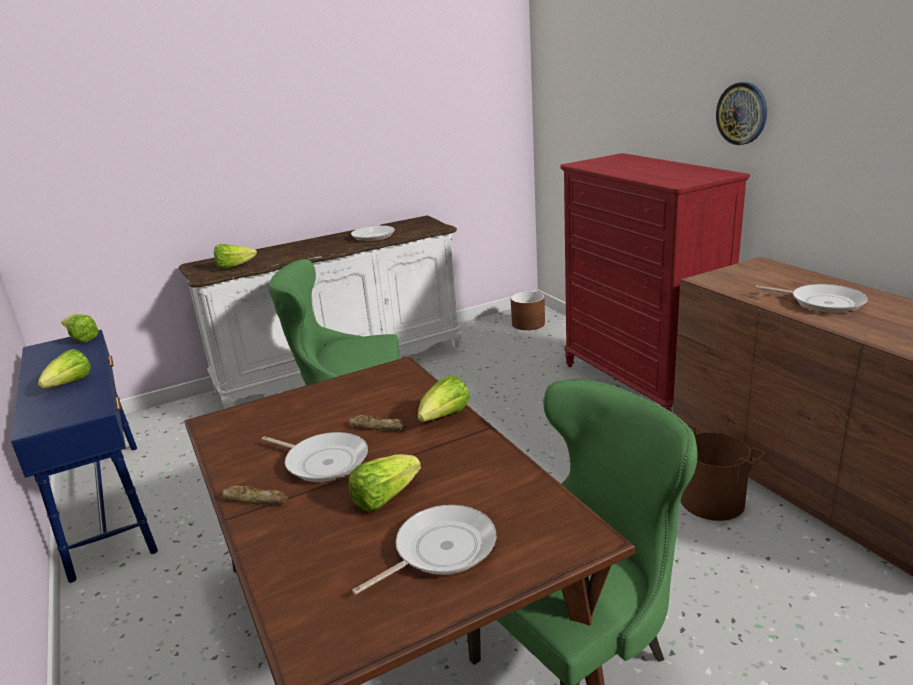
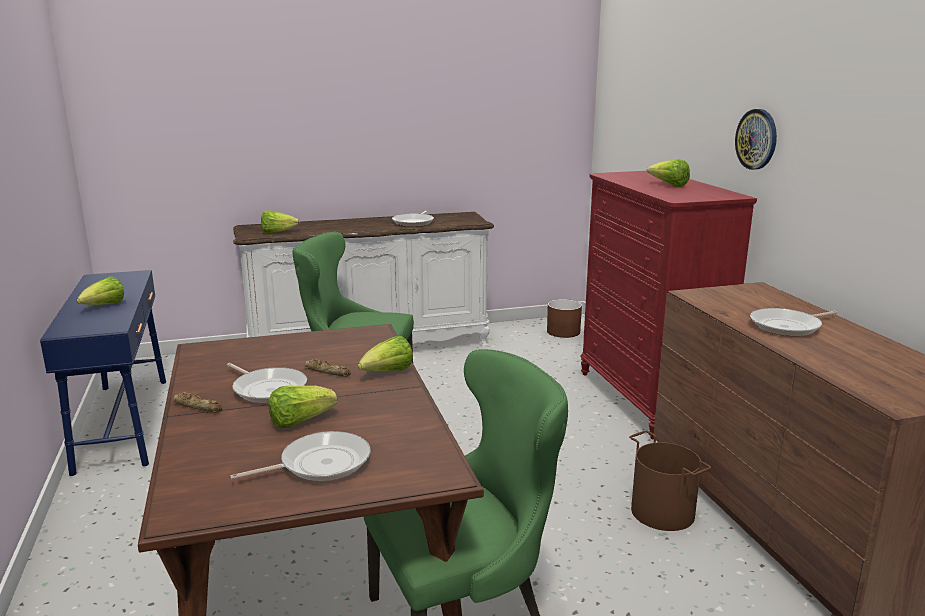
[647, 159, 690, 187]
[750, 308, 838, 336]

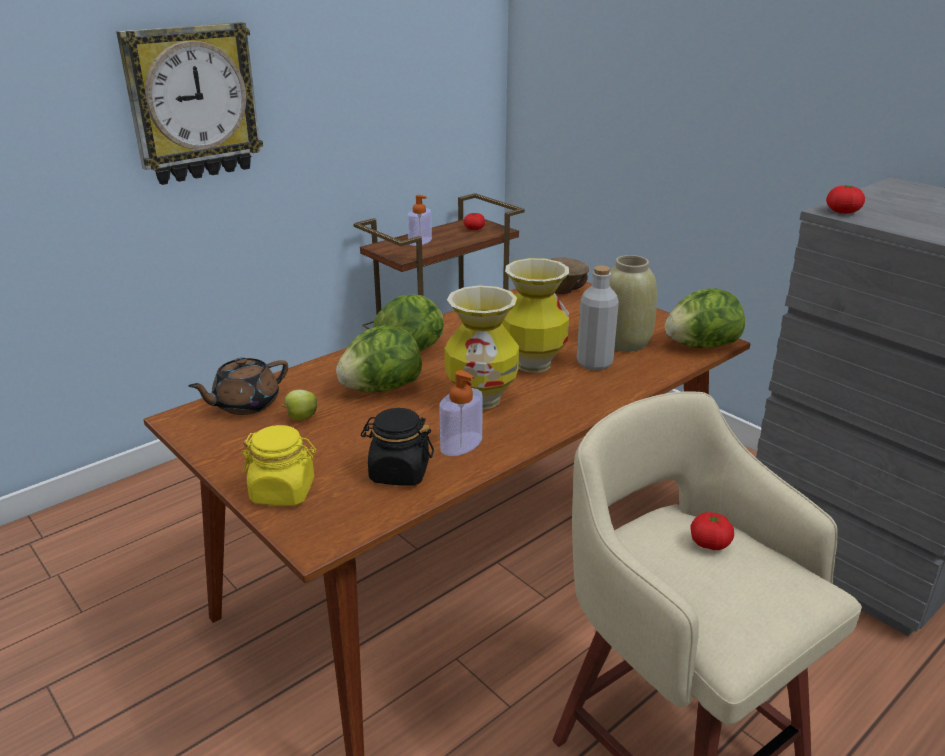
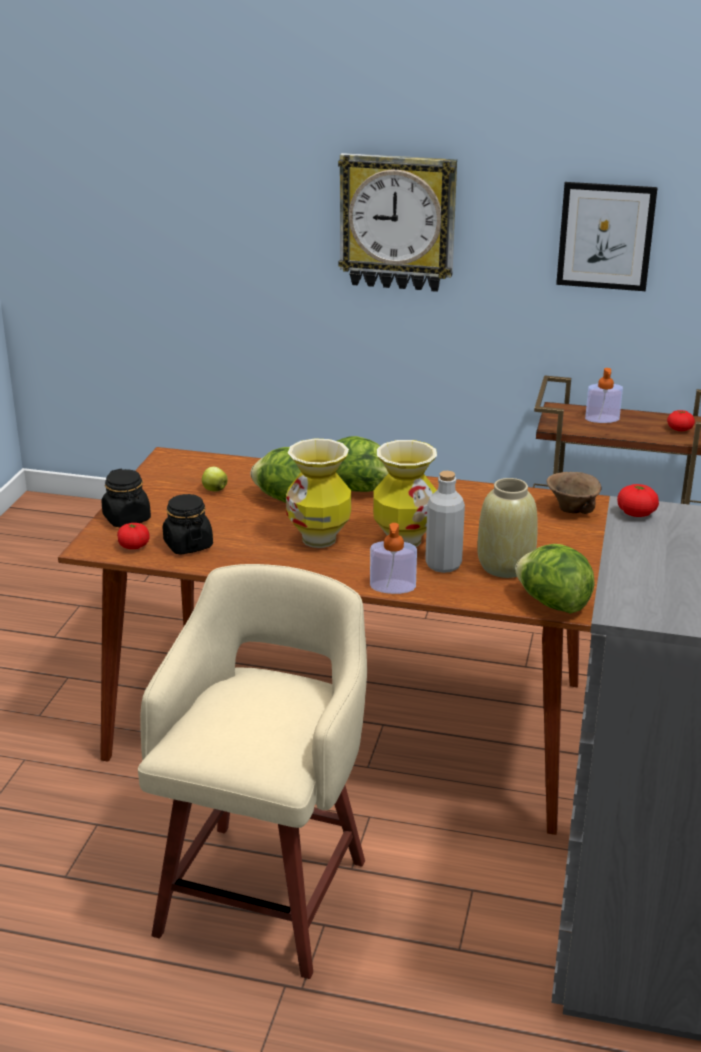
[188, 357, 288, 415] (first image)
[556, 182, 658, 291]
[370, 523, 417, 594]
[117, 523, 150, 549]
[101, 469, 151, 527]

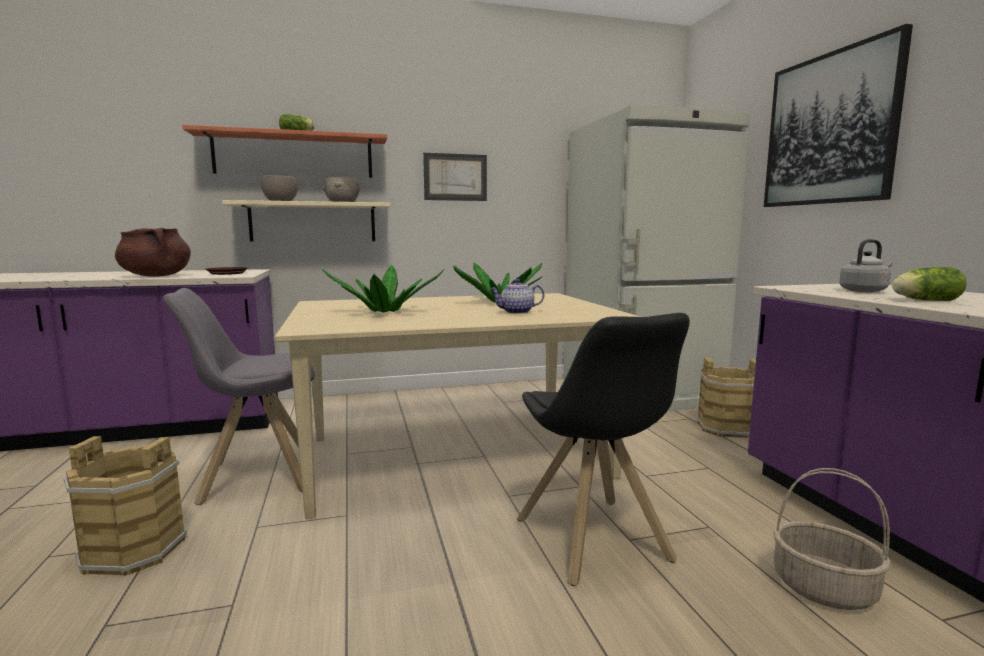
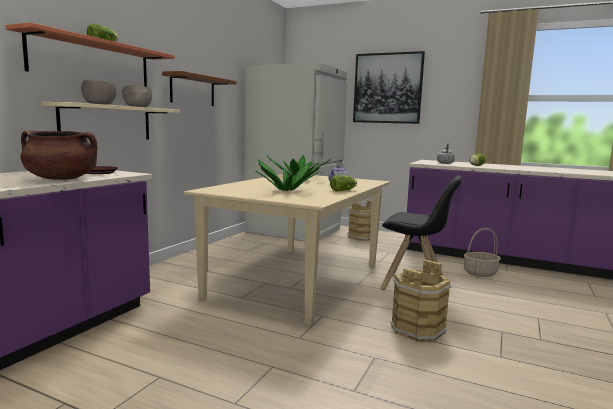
[163, 288, 315, 505] (first image)
[330, 175, 357, 191]
[390, 260, 451, 342]
[162, 71, 237, 106]

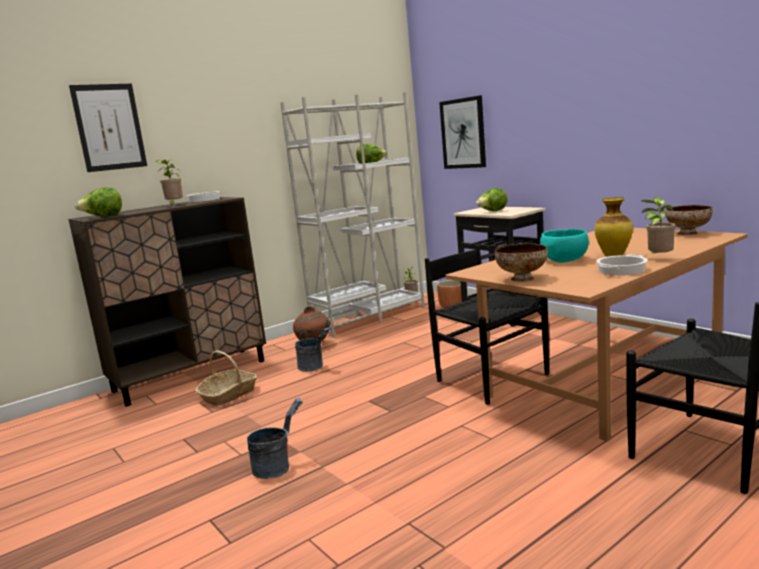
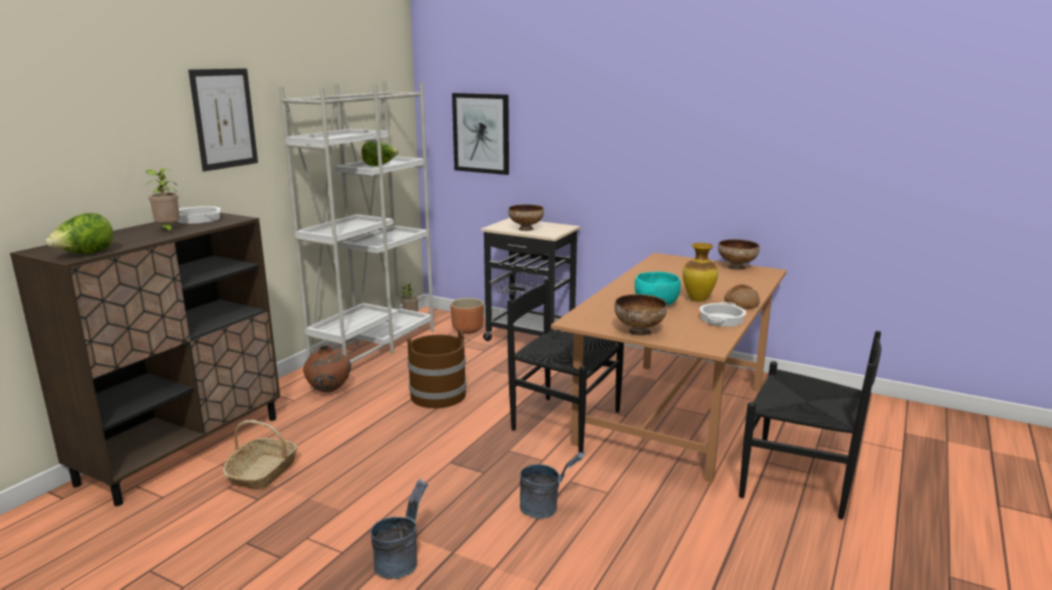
[407, 330, 466, 408]
[188, 68, 258, 172]
[520, 452, 585, 519]
[508, 204, 544, 231]
[724, 284, 760, 309]

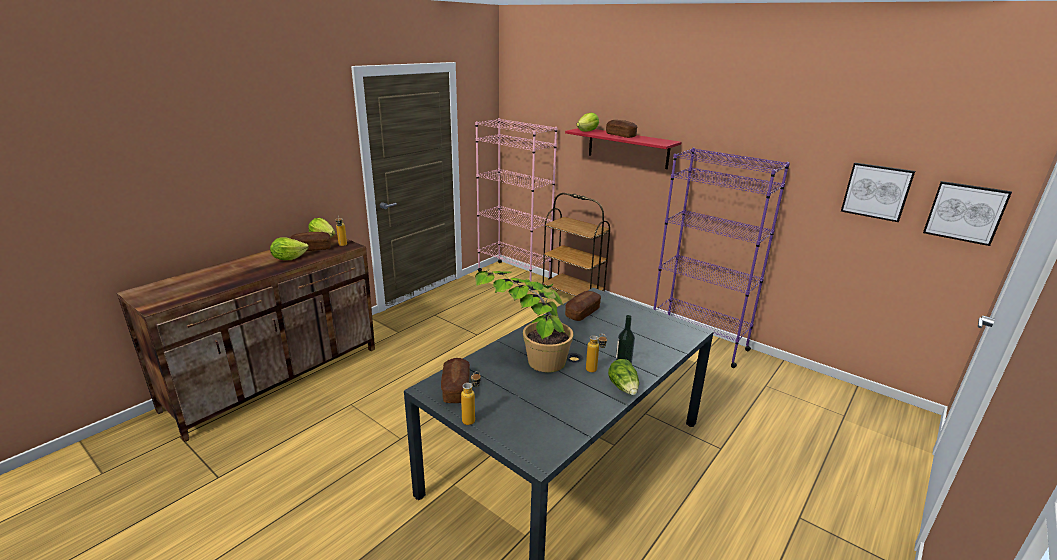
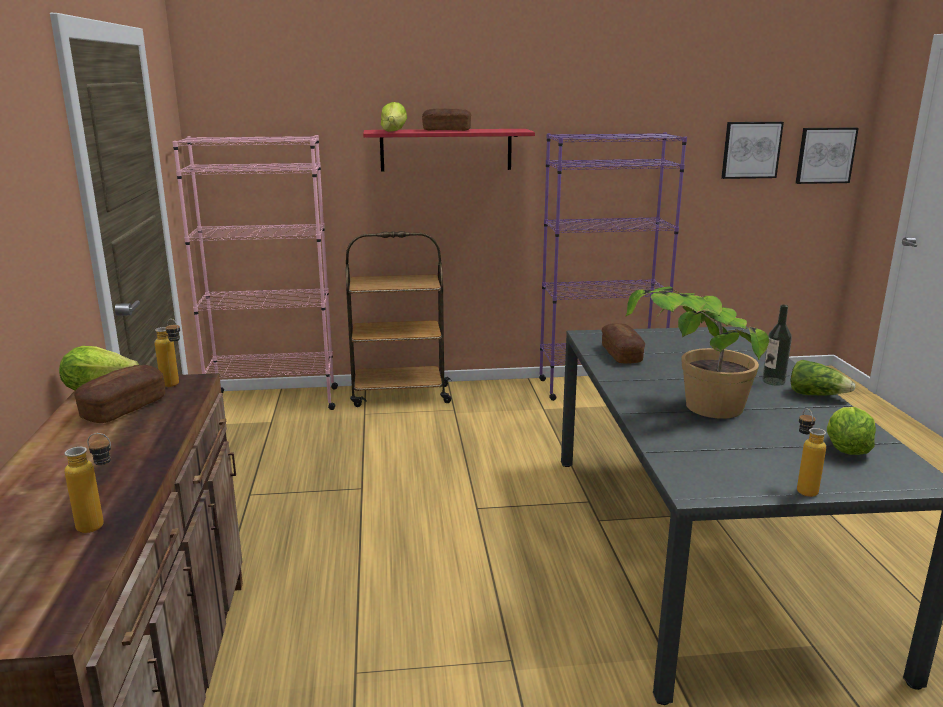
[441, 358, 470, 403] (first image)
[827, 407, 876, 455]
[65, 433, 111, 533]

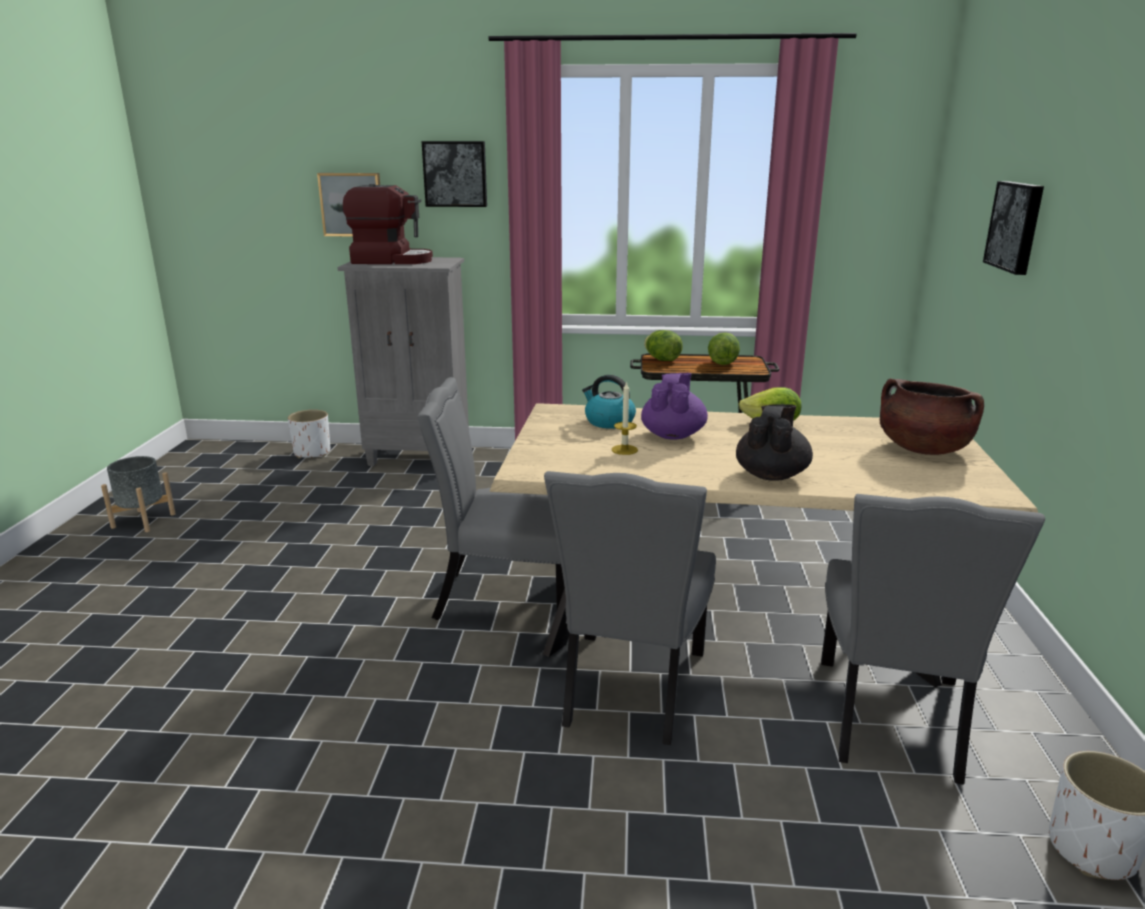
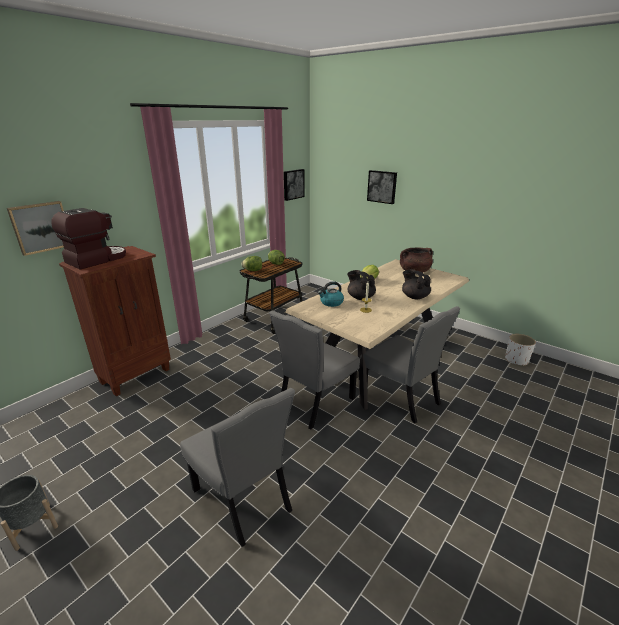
[288, 410, 330, 459] (first image)
[284, 169, 305, 201]
[180, 388, 295, 547]
[59, 246, 171, 396]
[347, 270, 376, 300]

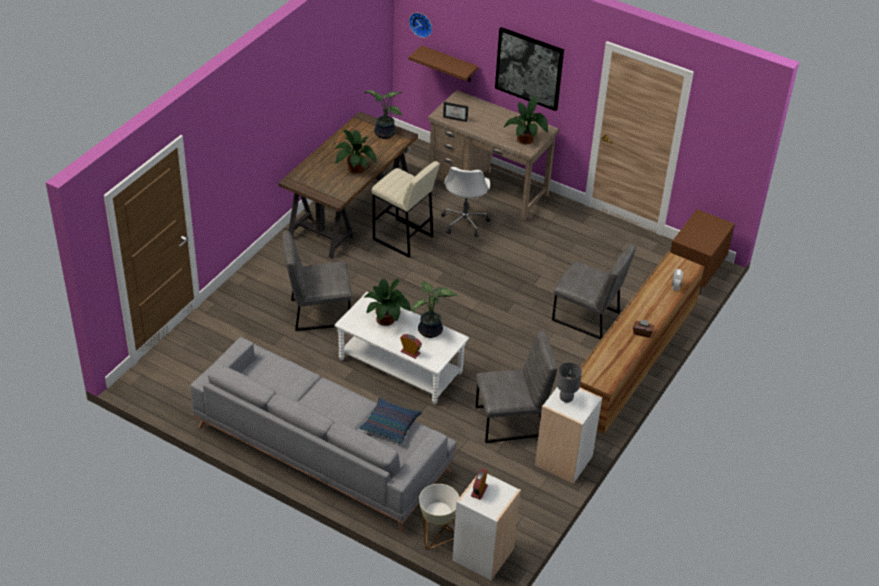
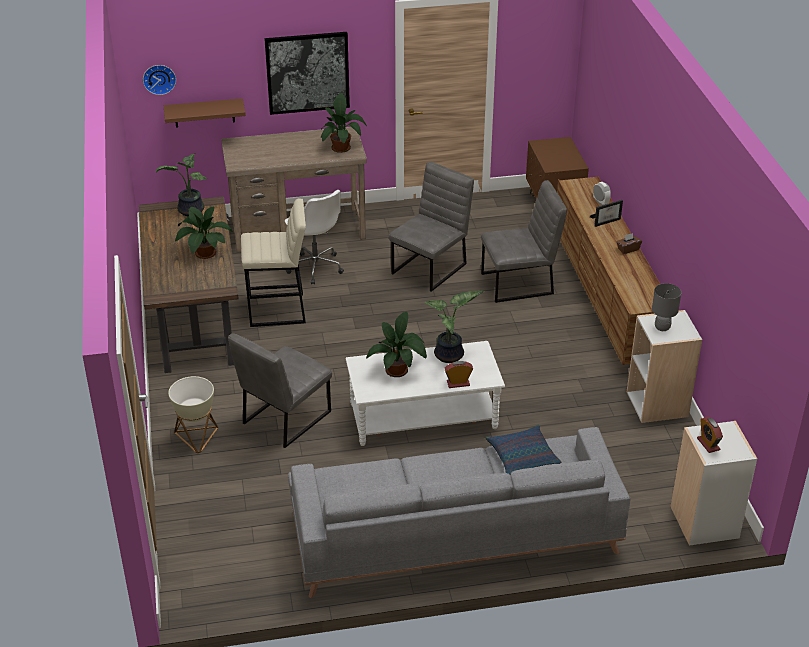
[168, 376, 218, 453]
[590, 200, 623, 227]
[389, 162, 474, 292]

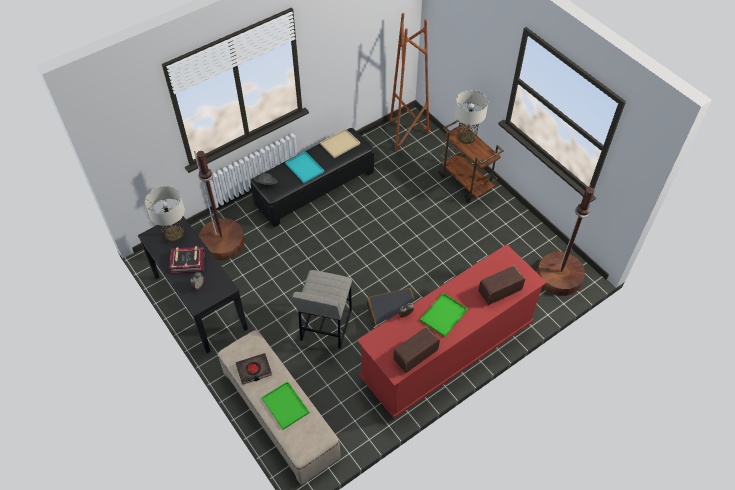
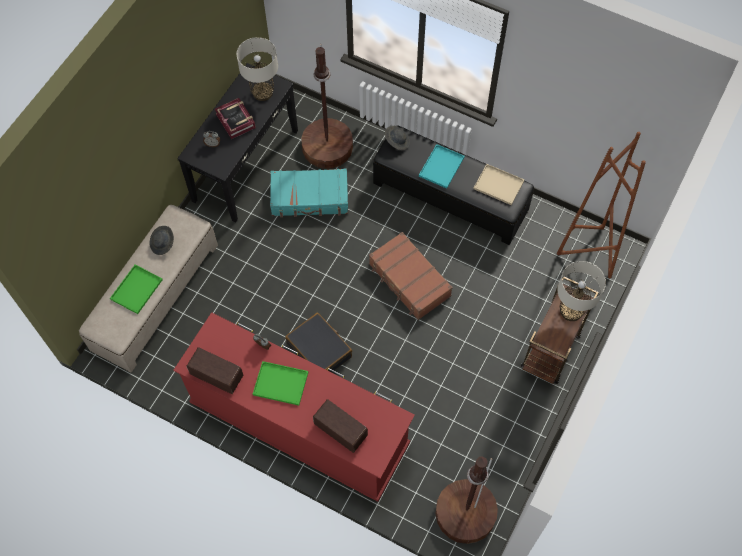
[292, 270, 352, 349] (first image)
[270, 168, 348, 217]
[369, 232, 453, 320]
[149, 226, 174, 255]

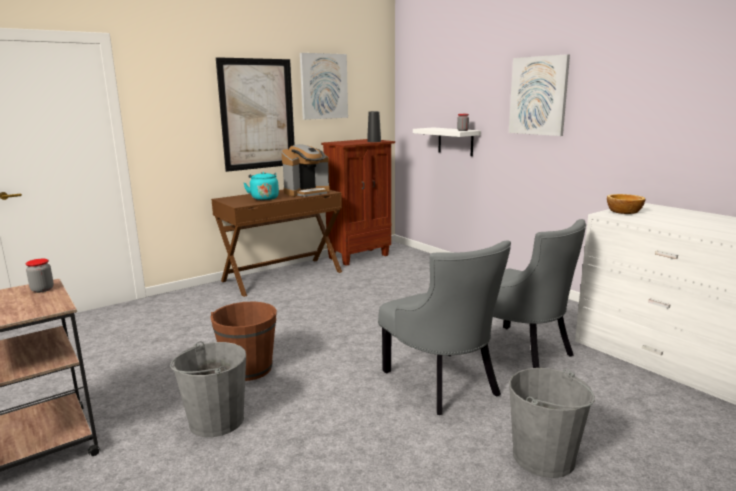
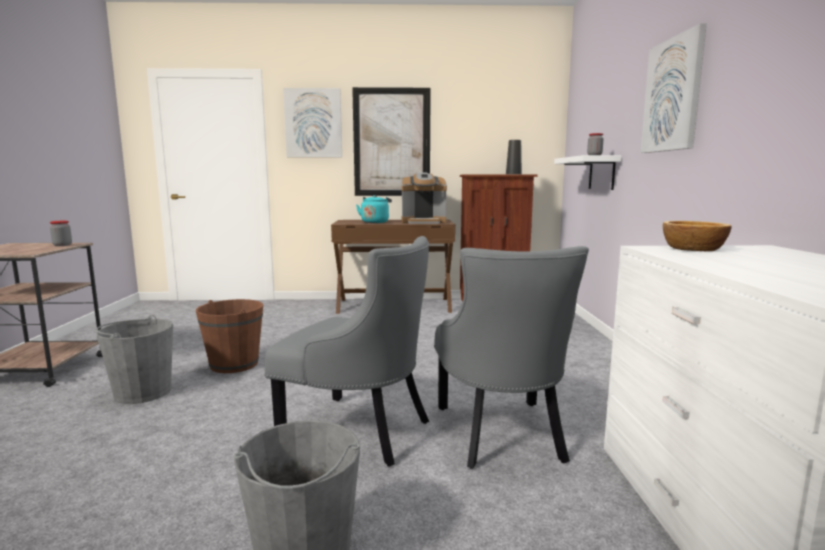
[283, 88, 342, 158]
[264, 236, 429, 467]

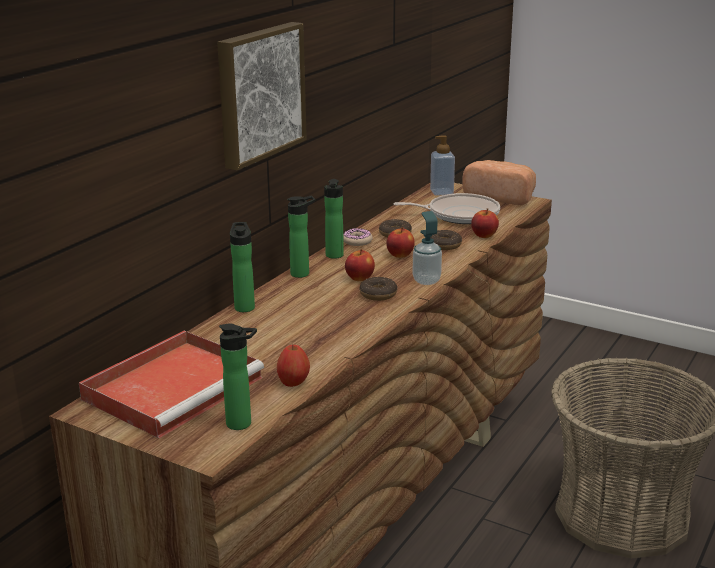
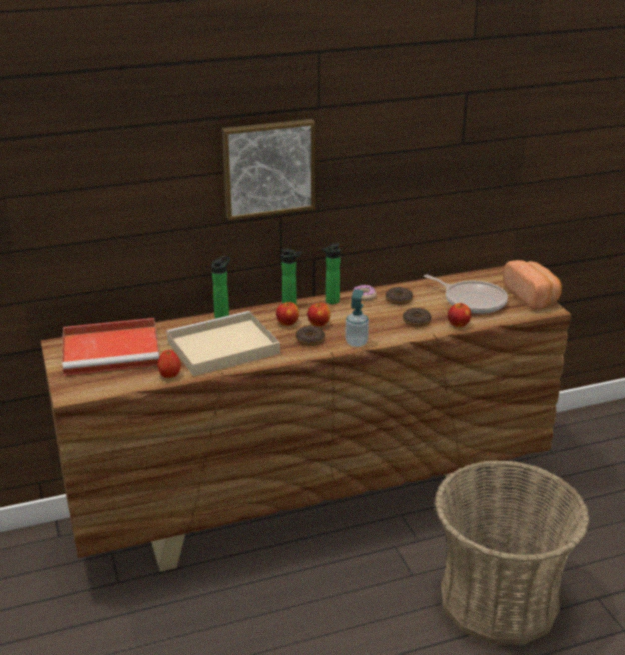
[219, 323, 257, 430] (first image)
[430, 135, 455, 196] (first image)
[166, 311, 280, 376]
[276, 302, 299, 326]

